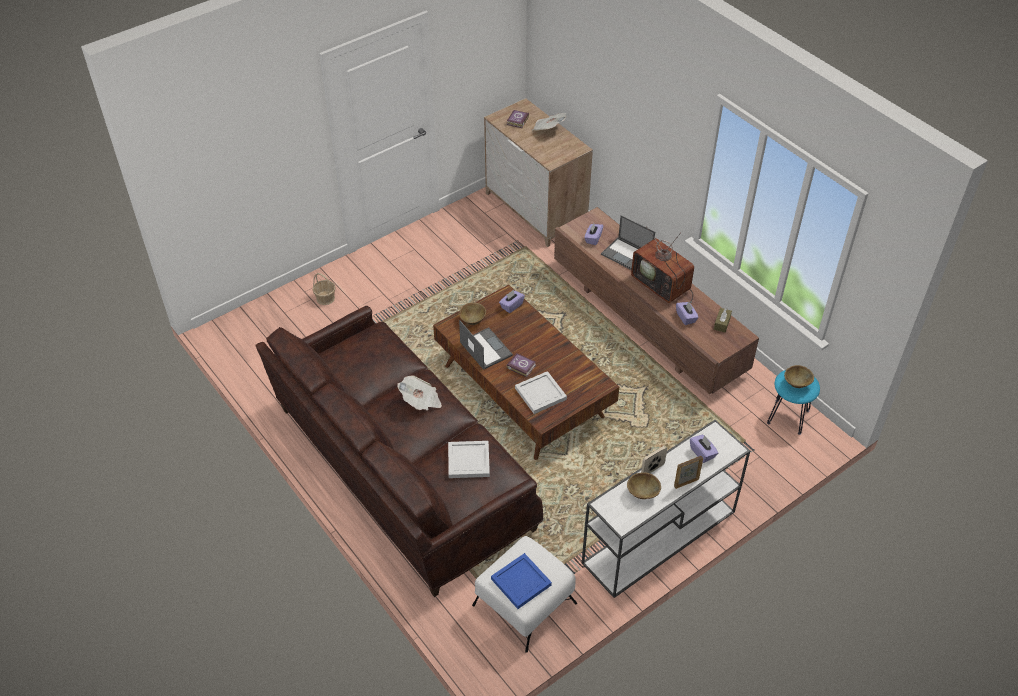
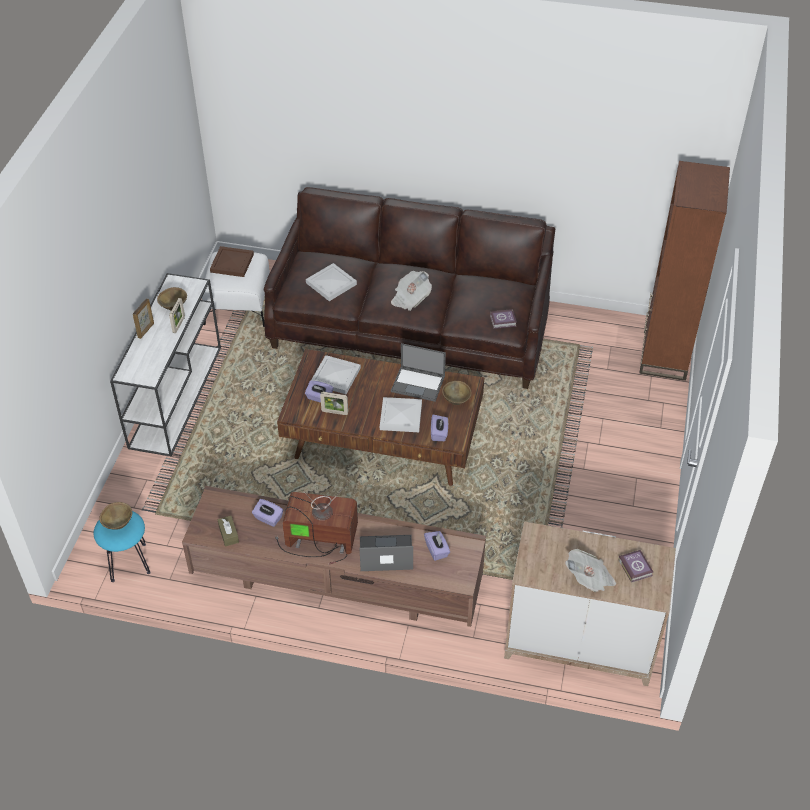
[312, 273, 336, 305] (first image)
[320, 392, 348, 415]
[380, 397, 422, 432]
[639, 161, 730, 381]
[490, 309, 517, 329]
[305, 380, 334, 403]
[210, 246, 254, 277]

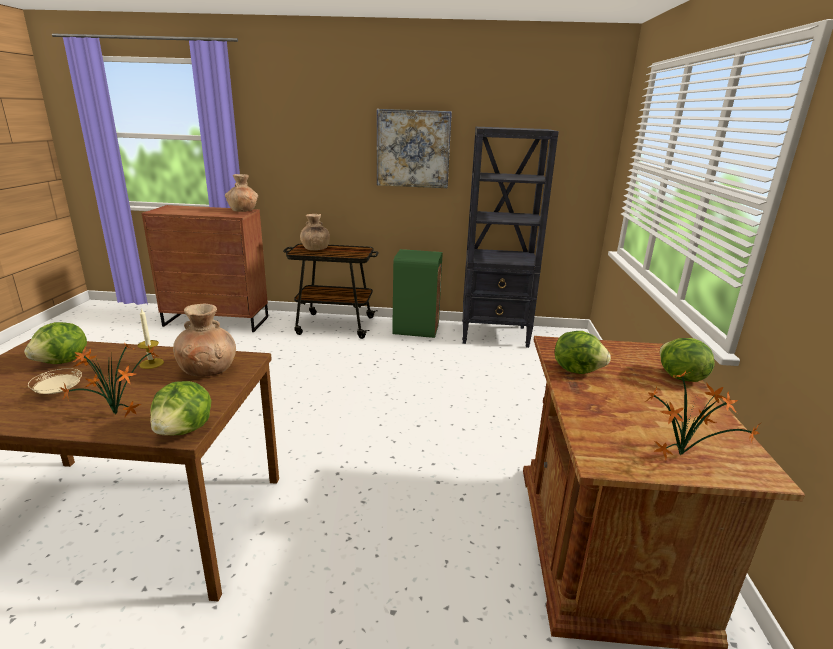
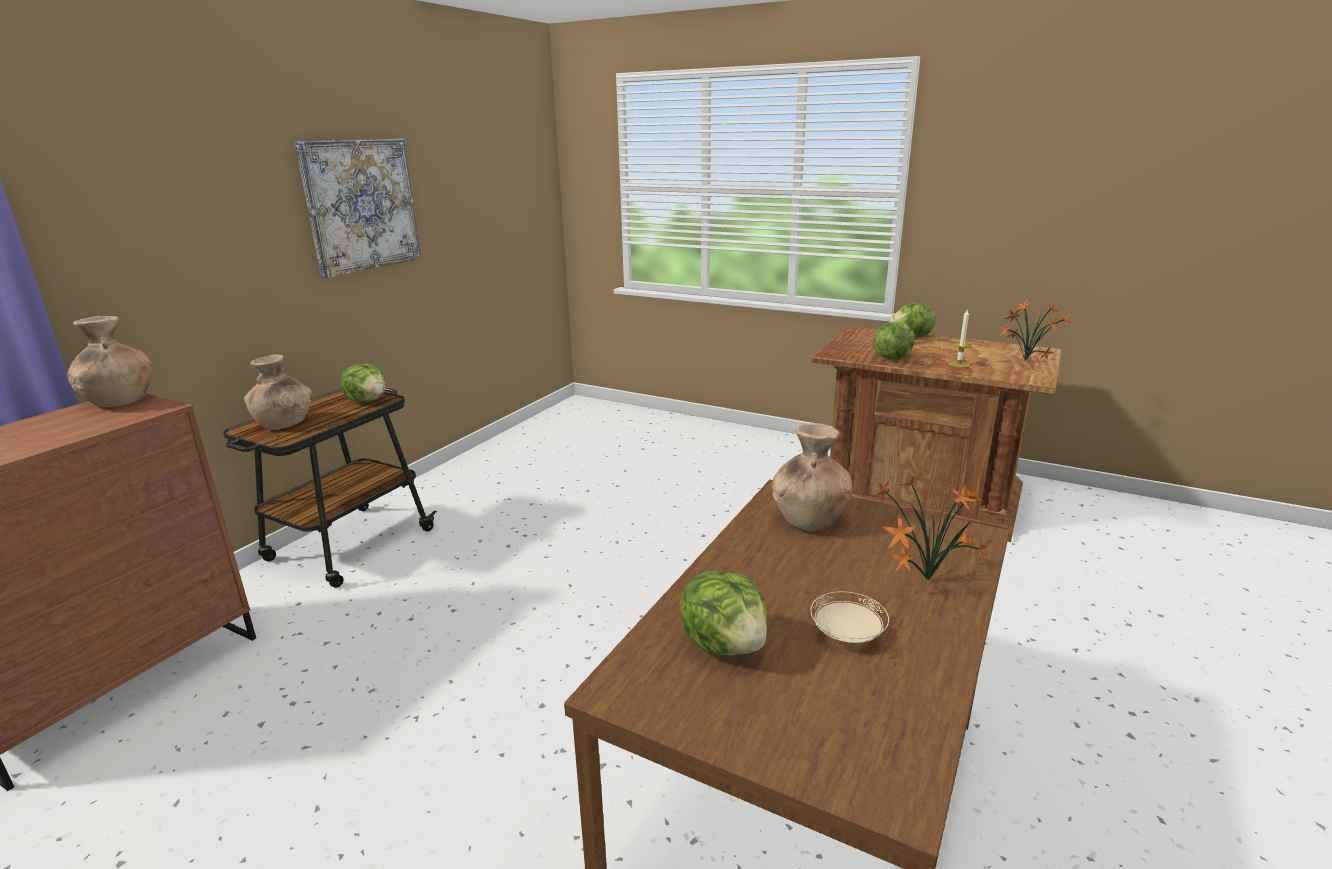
[392, 249, 443, 338] (first image)
[462, 127, 559, 348] (first image)
[948, 310, 972, 368]
[340, 364, 386, 403]

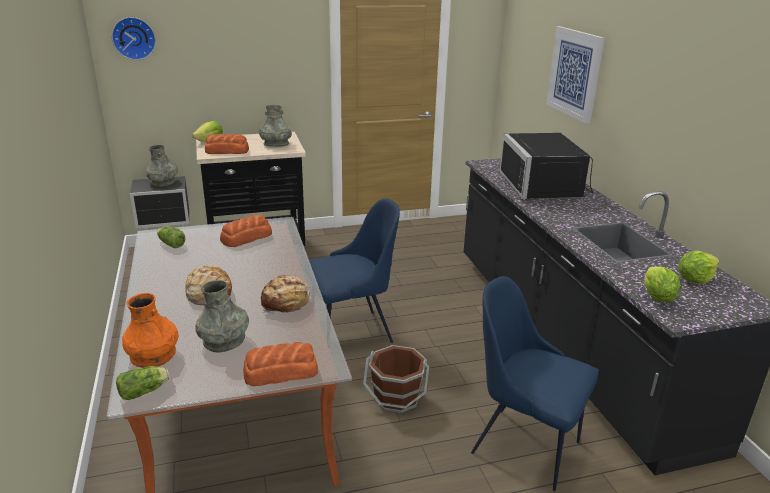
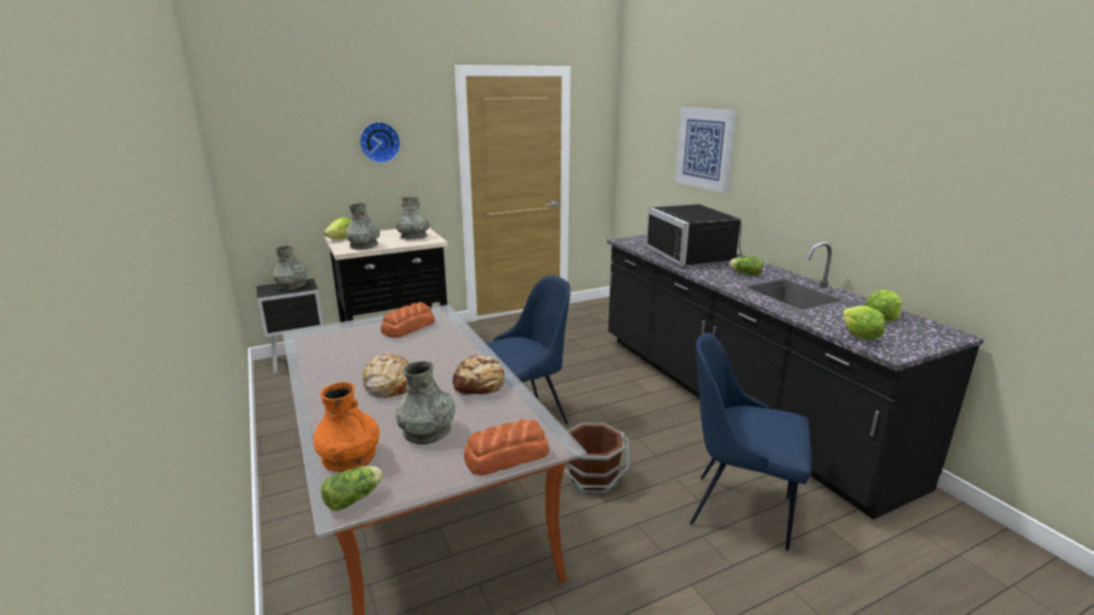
[360, 122, 400, 163]
[729, 256, 763, 276]
[345, 203, 380, 250]

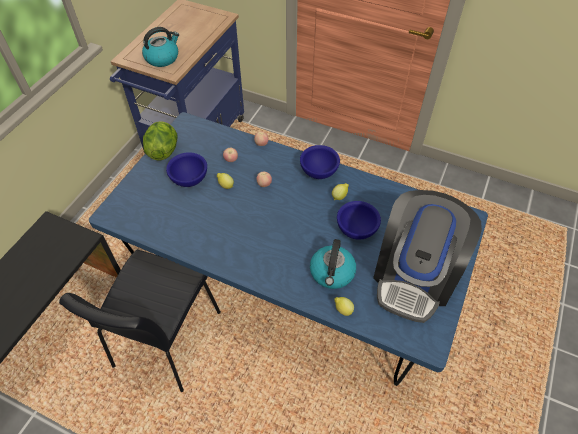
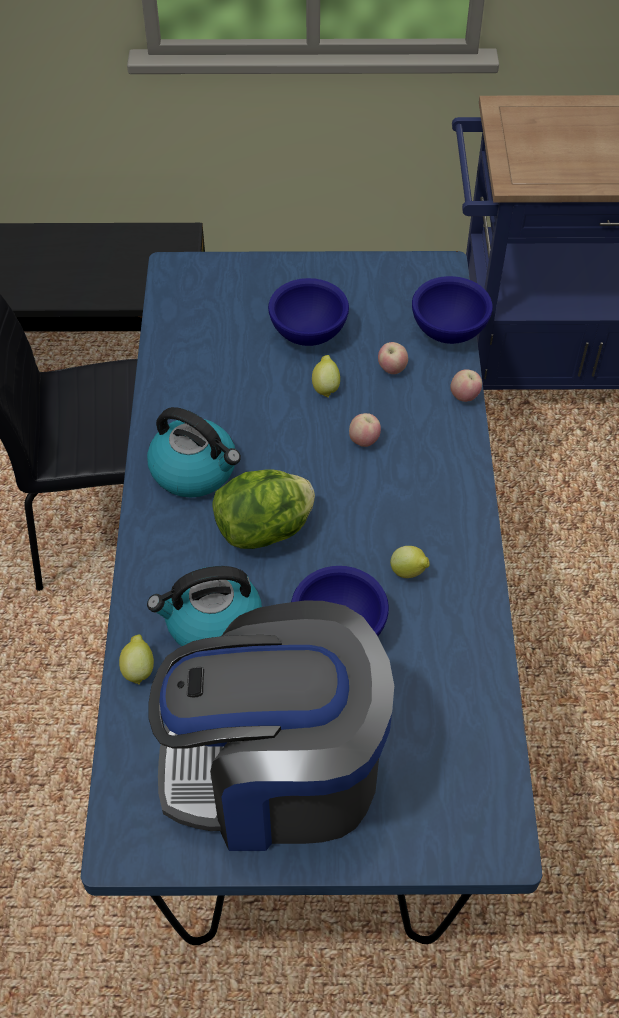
[147, 407, 241, 498]
[212, 470, 315, 549]
[412, 276, 493, 344]

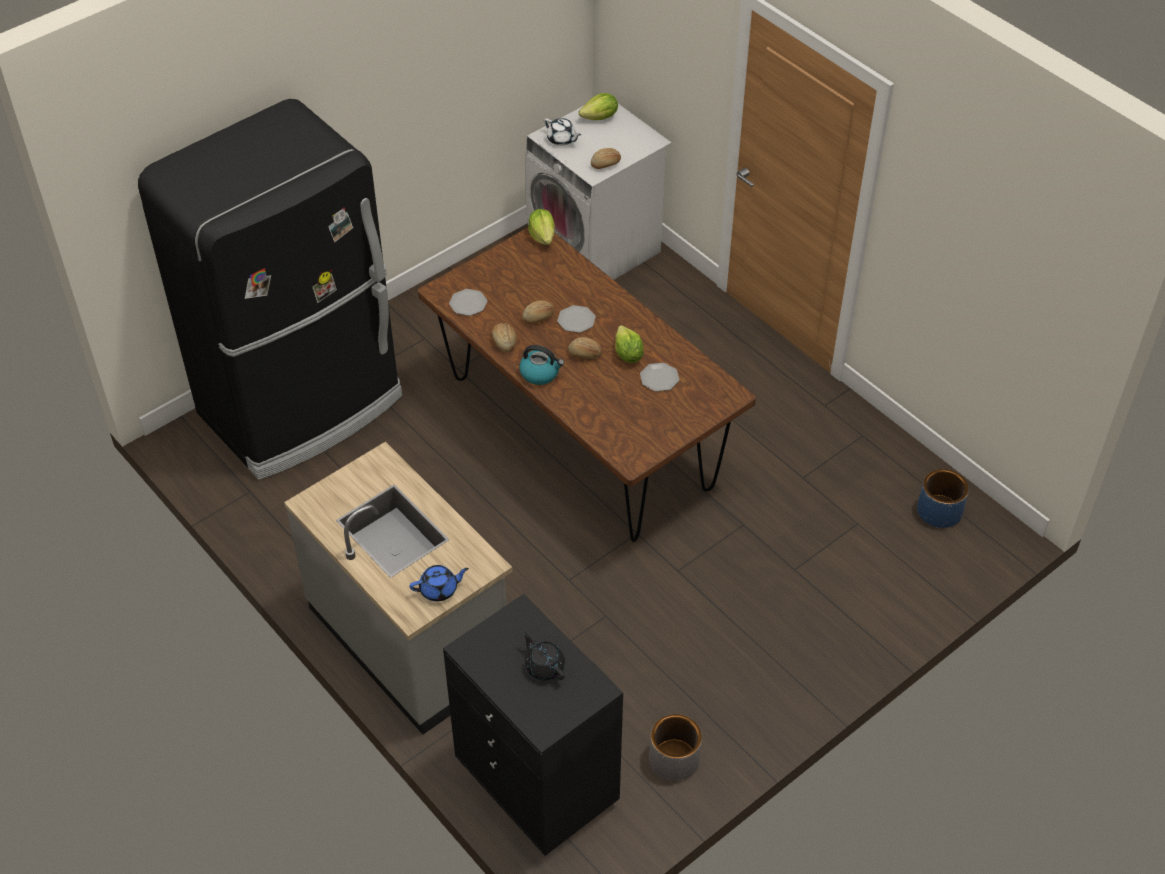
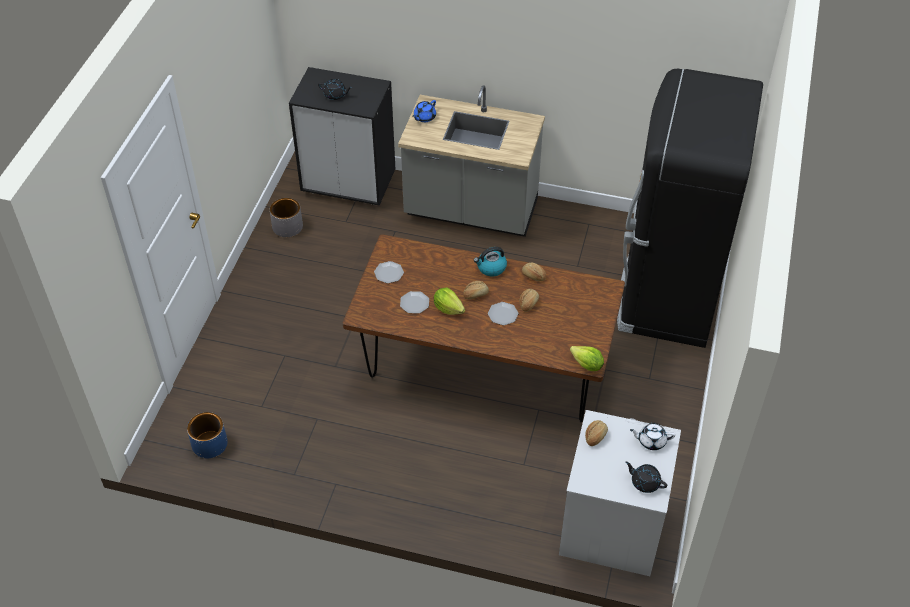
[374, 261, 404, 283]
[625, 461, 667, 493]

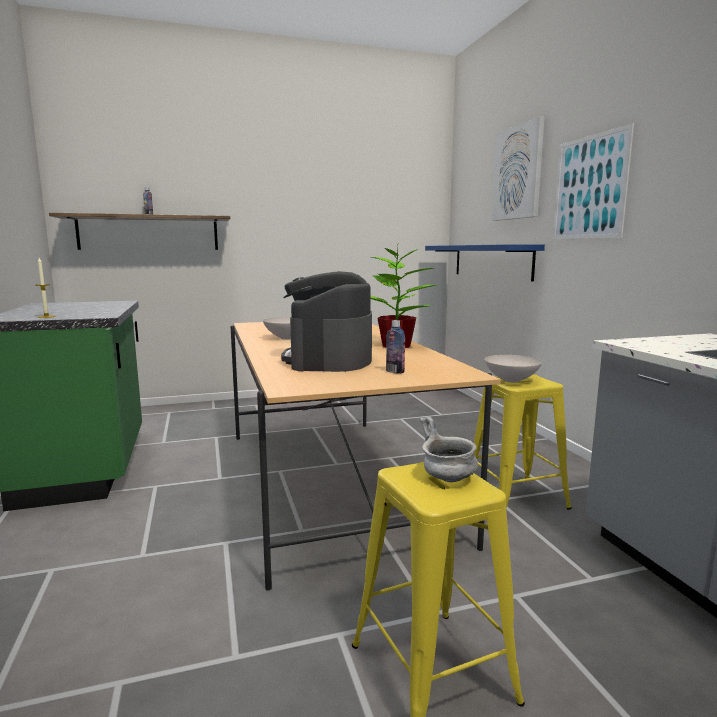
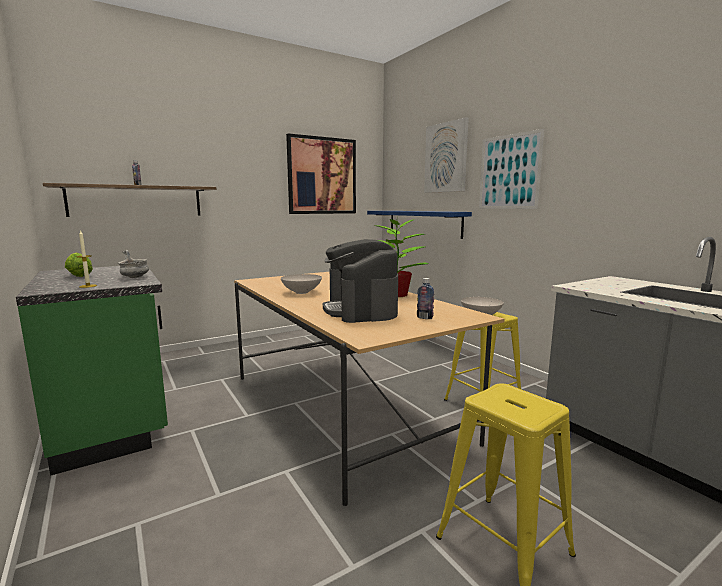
[65, 253, 93, 277]
[286, 133, 356, 214]
[118, 250, 149, 278]

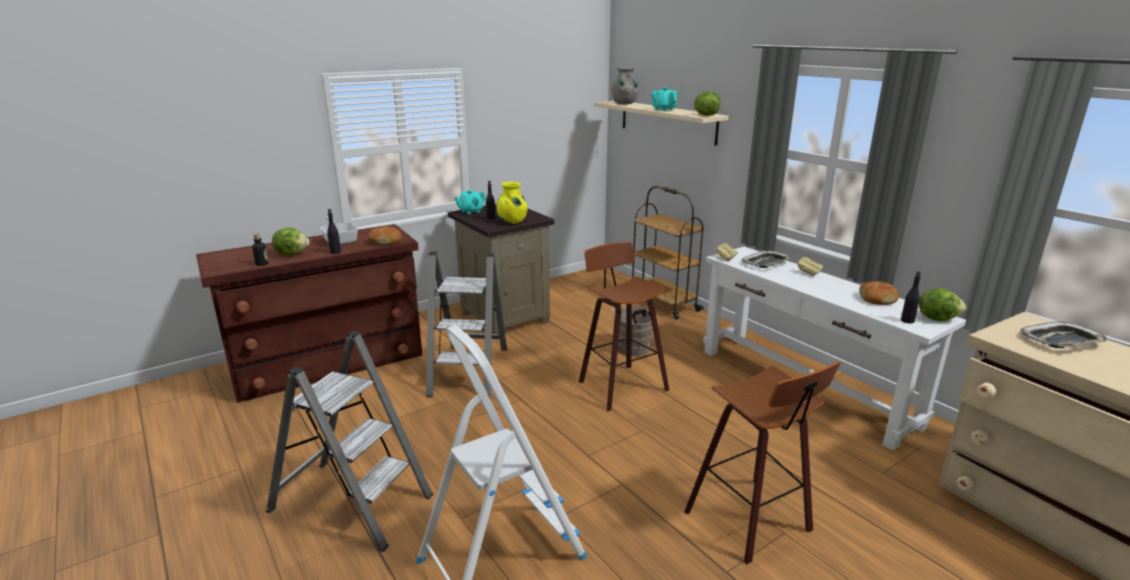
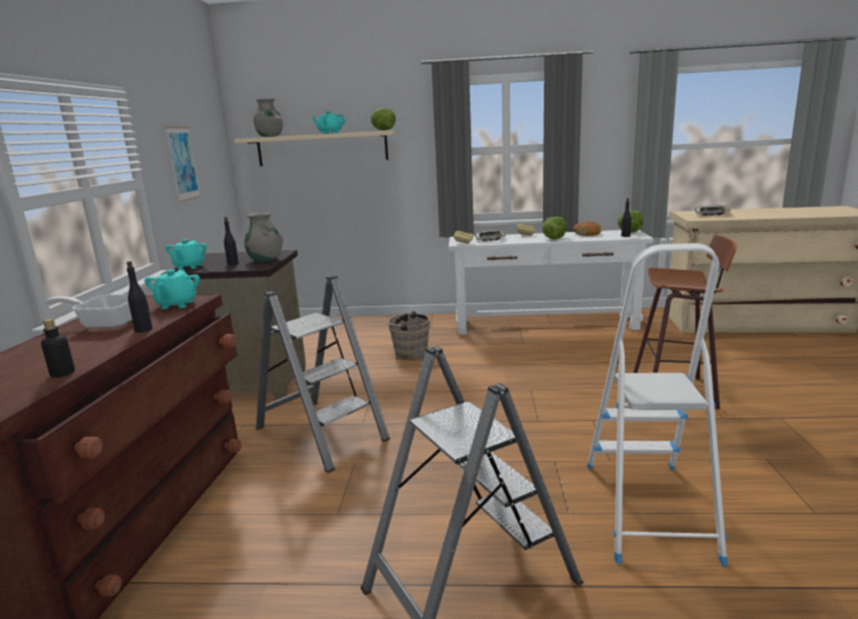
[579, 242, 669, 411] (first image)
[632, 186, 704, 319] (first image)
[165, 127, 201, 202]
[542, 216, 566, 239]
[144, 269, 200, 309]
[244, 212, 283, 262]

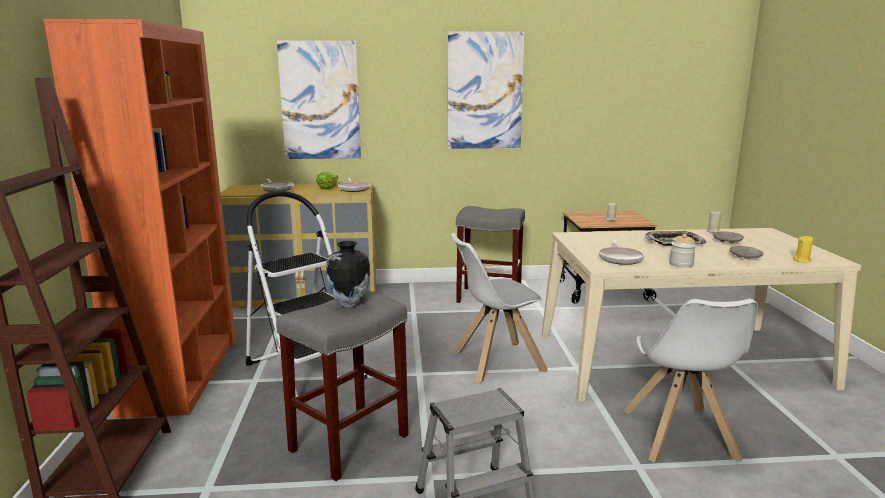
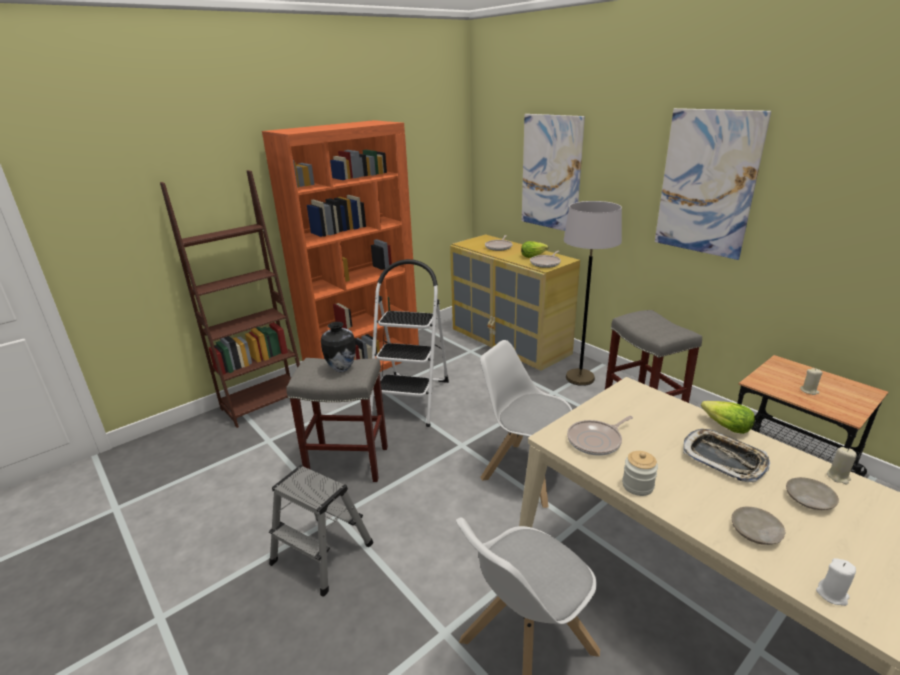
[564, 201, 622, 386]
[701, 401, 755, 434]
[816, 558, 856, 606]

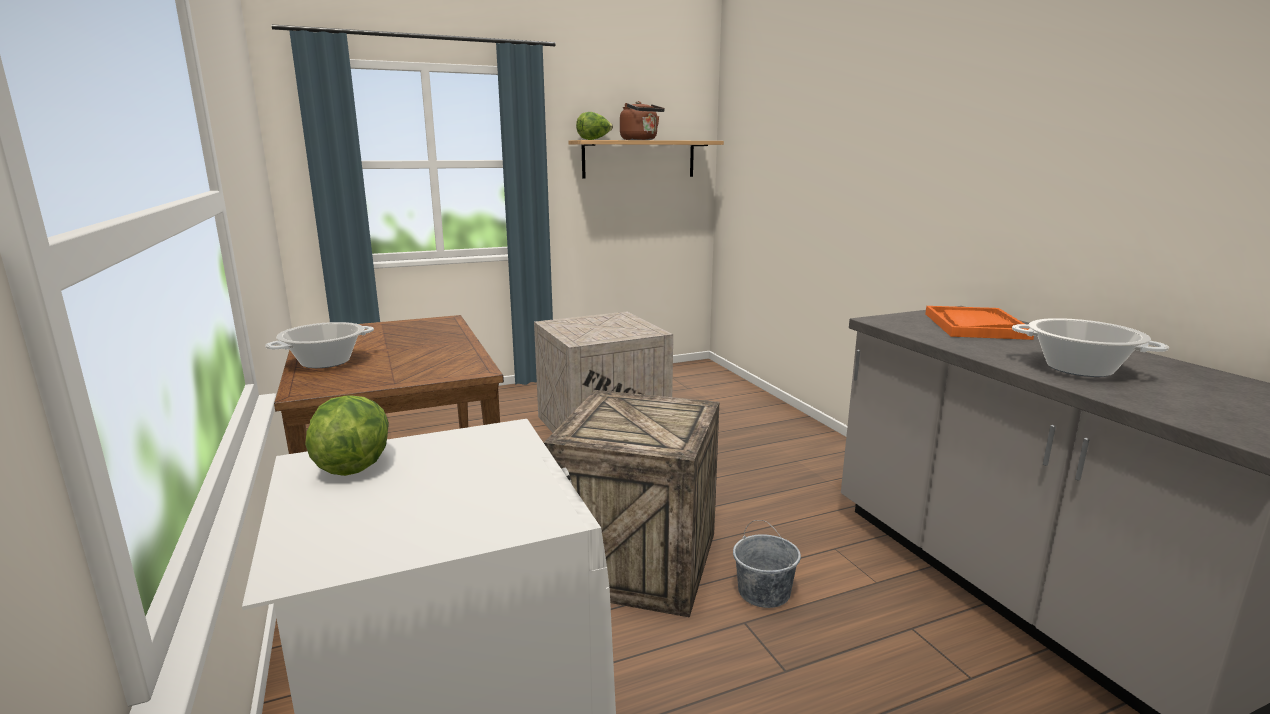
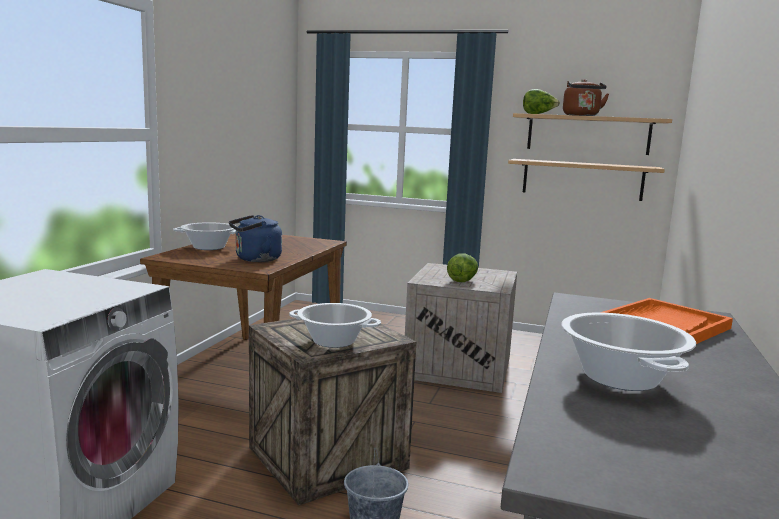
[229, 215, 282, 262]
[289, 303, 381, 348]
[508, 159, 665, 201]
[447, 253, 478, 282]

